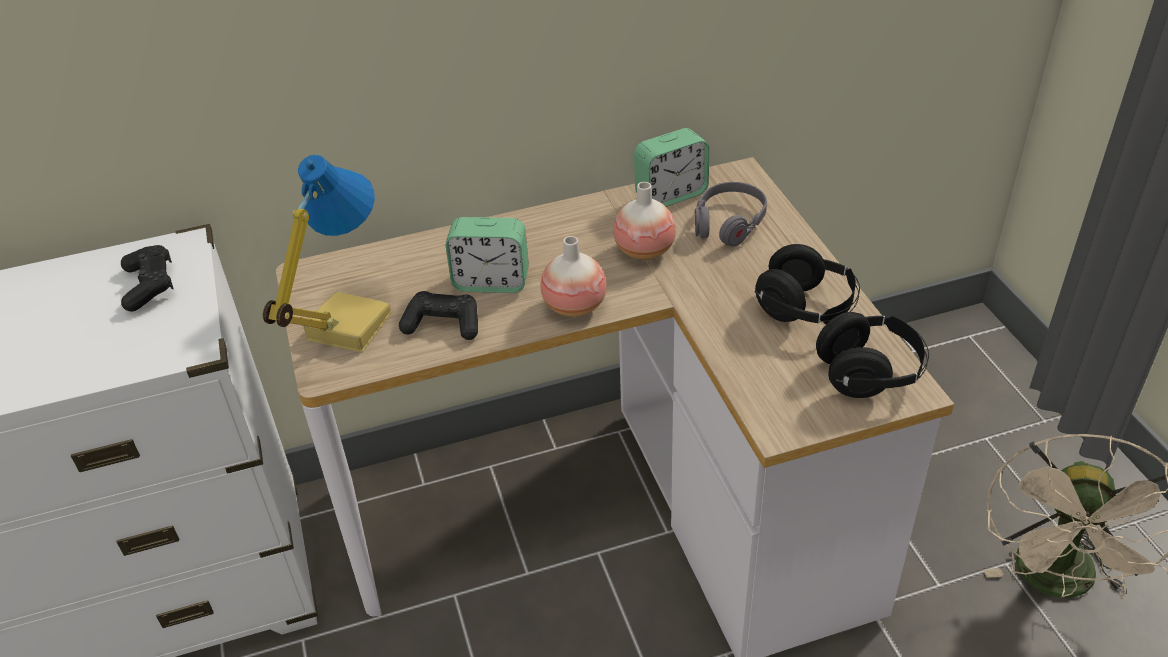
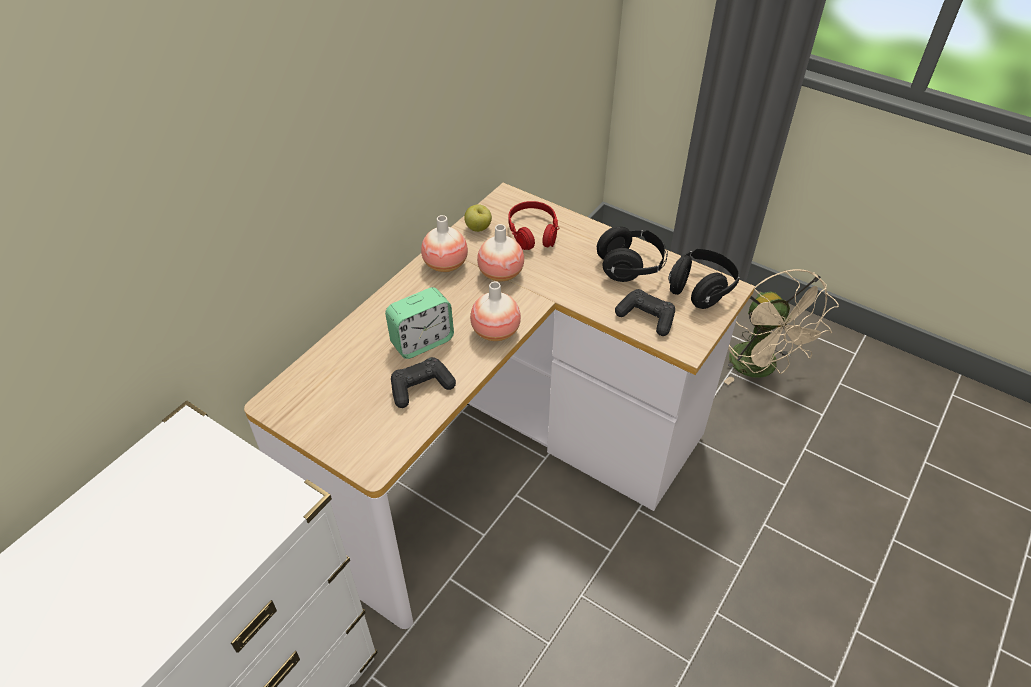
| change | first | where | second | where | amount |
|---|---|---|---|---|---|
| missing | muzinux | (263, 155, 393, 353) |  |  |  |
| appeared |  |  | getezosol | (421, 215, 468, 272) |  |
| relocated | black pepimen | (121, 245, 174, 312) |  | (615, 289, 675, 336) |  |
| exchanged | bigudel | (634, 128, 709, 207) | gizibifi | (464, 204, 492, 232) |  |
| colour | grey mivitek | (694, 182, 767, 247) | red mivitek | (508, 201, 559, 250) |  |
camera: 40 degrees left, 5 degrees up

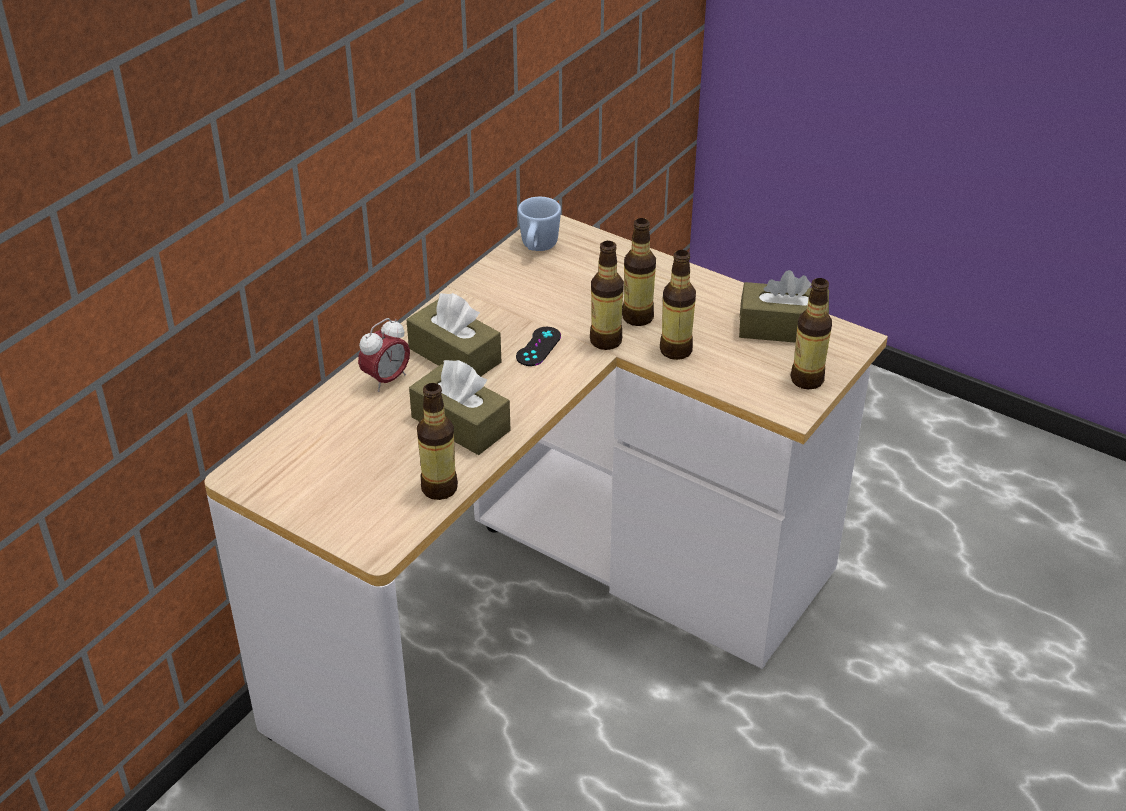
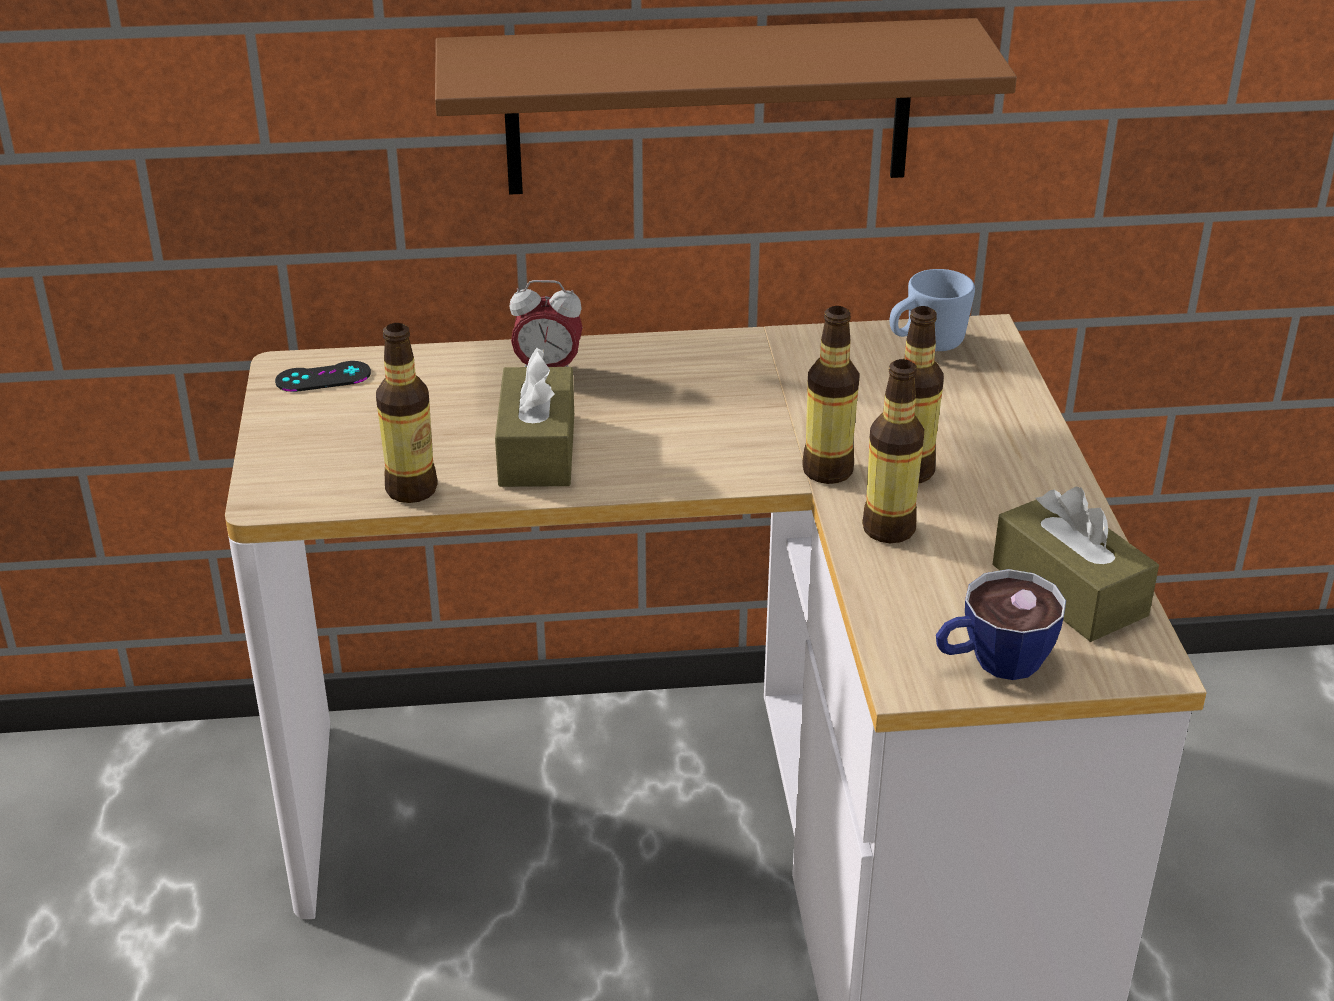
| change | first | where | second | where | amount |
|---|---|---|---|---|---|
| missing | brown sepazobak | (406, 293, 501, 376) |  |  |  |
| appeared |  |  | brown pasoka | (435, 18, 1017, 195) |  |
| relocated | black pepimen | (516, 327, 561, 366) |  | (275, 361, 371, 392) |  |
| exchanged | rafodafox | (791, 278, 832, 389) | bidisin | (936, 569, 1066, 680) |  |
camera: 50 degrees right, 5 degrees down

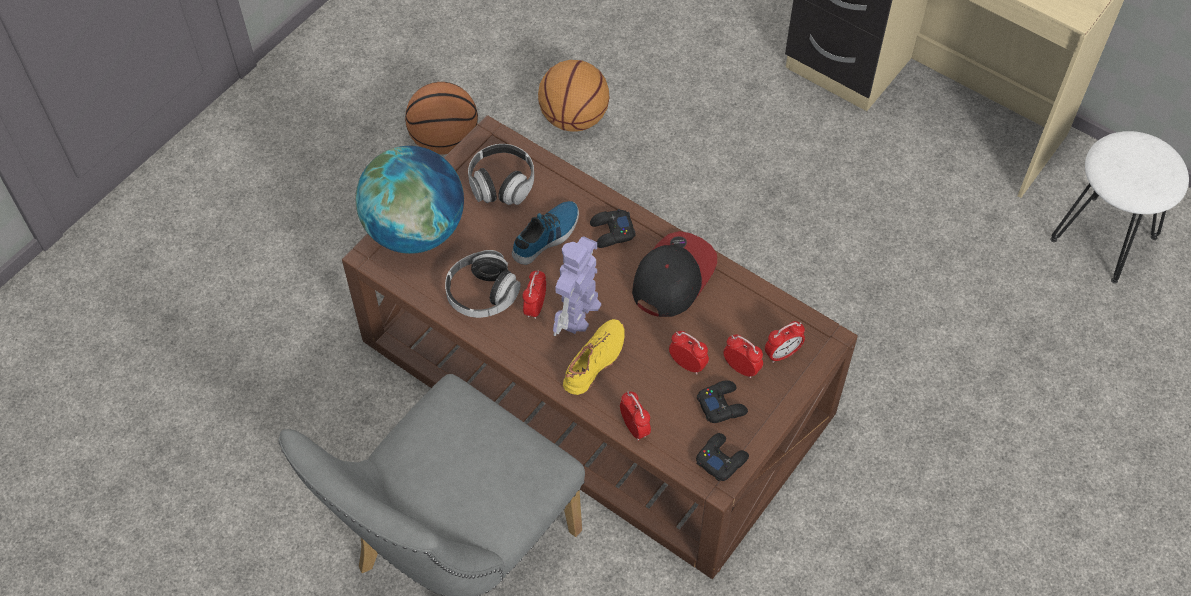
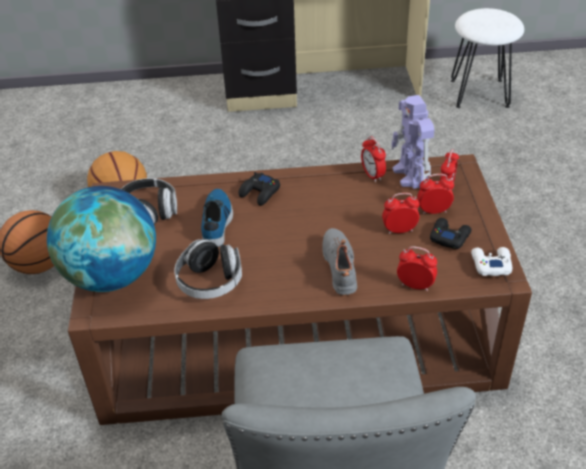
| change | first | where | second | where | amount |
|---|---|---|---|---|---|
| missing | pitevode | (632, 231, 717, 317) |  |  |  |
| relocated | bigudel | (522, 270, 546, 319) |  | (361, 136, 386, 182) |  |
| relocated | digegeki | (553, 236, 601, 336) |  | (391, 95, 434, 189) |  |
| colour | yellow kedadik | (563, 319, 625, 395) | grey kedadik | (322, 228, 357, 296) |  |
| colour | black pepimen | (696, 433, 749, 481) | white pepimen | (471, 247, 512, 276) |  |
camera: 40 degrees left, 15 degrees down

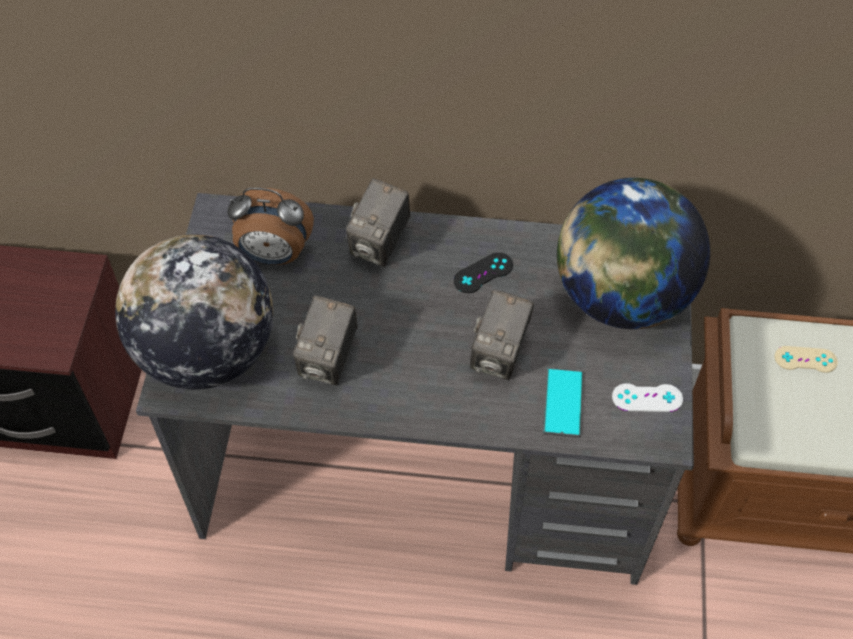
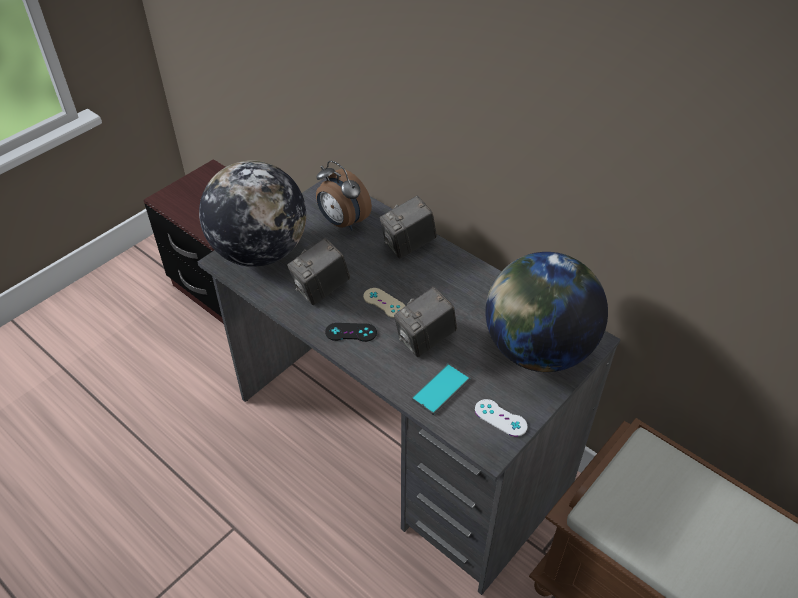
| change | first | where | second | where | amount |
|---|---|---|---|---|---|
| relocated | black pepimen | (454, 253, 513, 293) |  | (325, 323, 377, 342) |  |
| relocated | beige pepimen | (775, 346, 838, 373) |  | (363, 288, 405, 318) |  |
camera: 35 degrees right, 10 degrees down

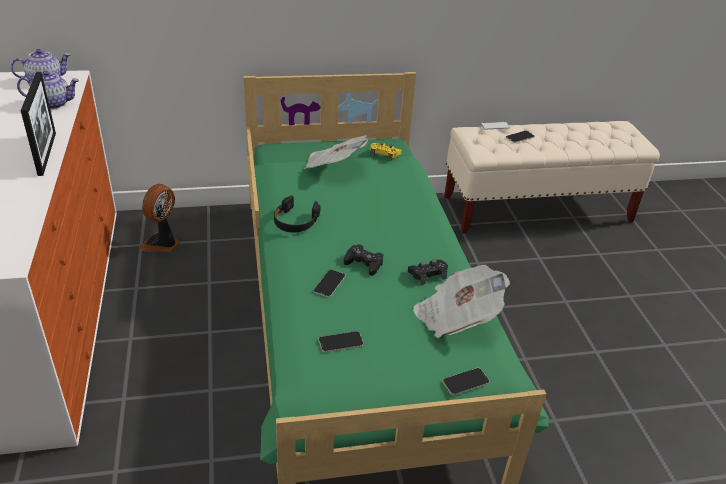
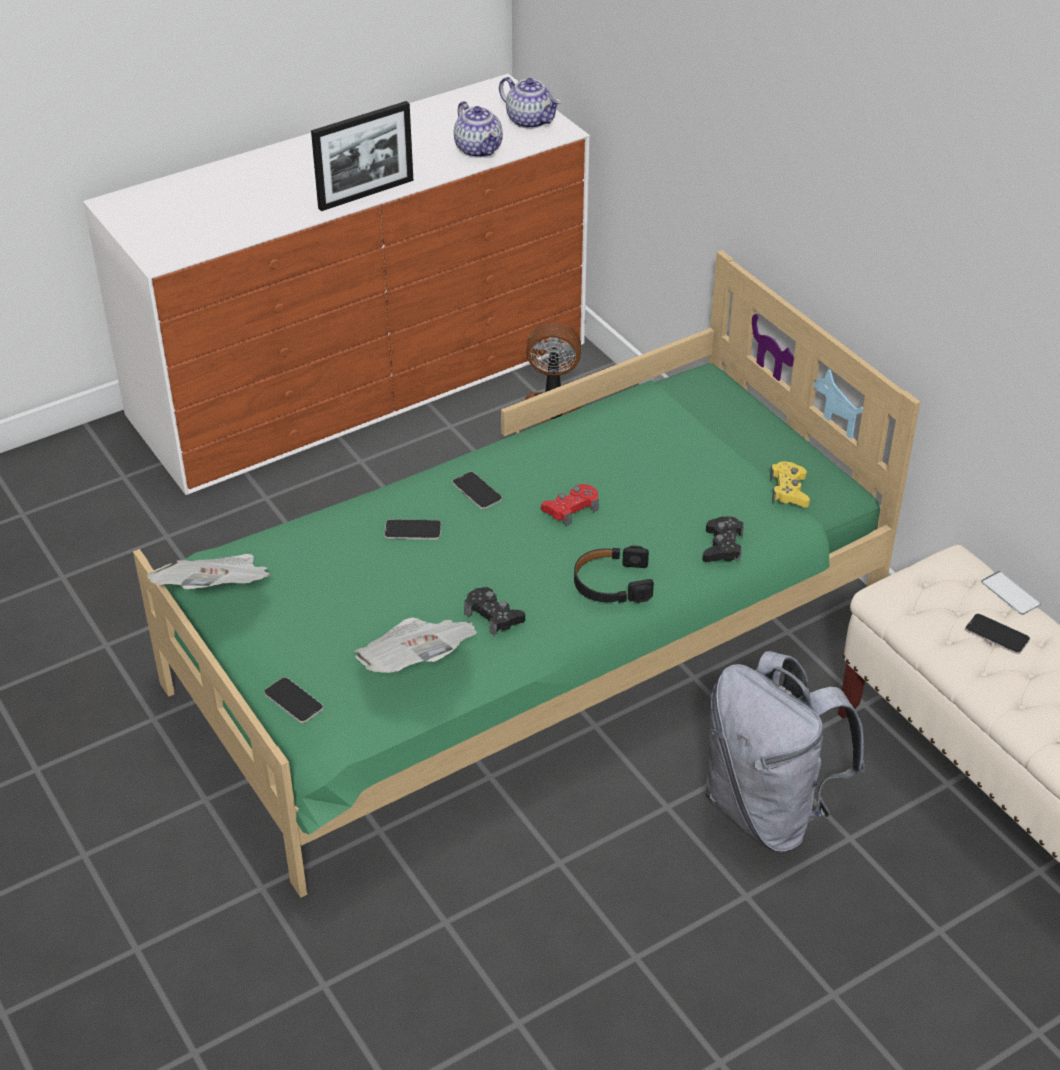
| change | first | where | second | where | amount |
|---|---|---|---|---|---|
| appeared |  |  | red pepimen | (541, 484, 599, 527) |  |
| appeared |  |  | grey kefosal | (705, 651, 865, 852) |  |
| relocated | black mivitek | (274, 196, 321, 233) |  | (574, 545, 654, 603) |  |
| relocated | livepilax | (304, 135, 368, 169) |  | (147, 554, 271, 589) |  |
| relocated | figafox | (319, 331, 364, 352) |  | (452, 472, 502, 509) |  |
| relocated | black pepimen | (344, 244, 383, 276) |  | (702, 516, 744, 562) |  |
camera: 70 degrees right, 5 degrees up

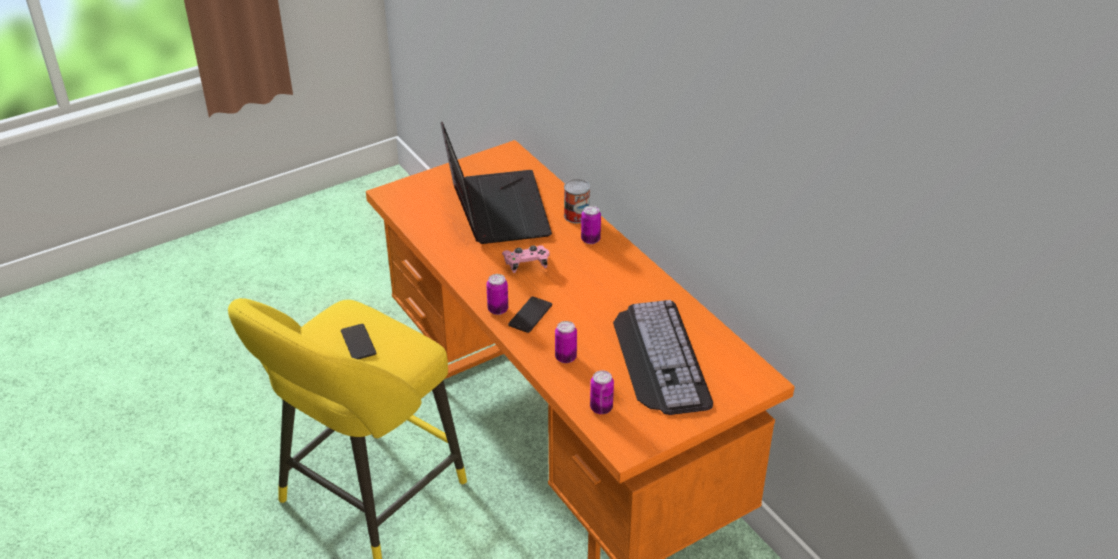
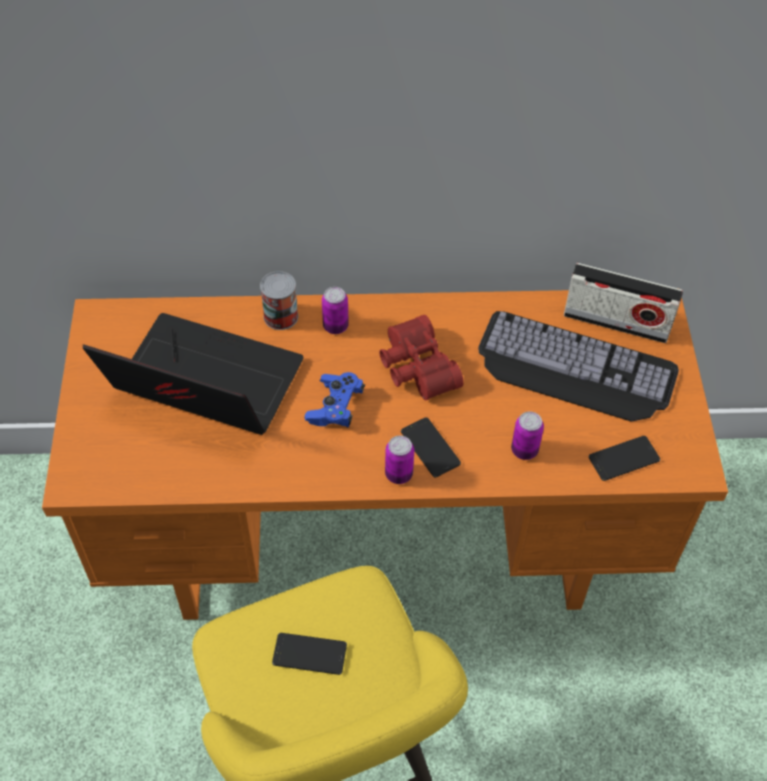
| change | first | where | second | where | amount |
|---|---|---|---|---|---|
| appeared |  |  | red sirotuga | (380, 315, 464, 400) |  |
| appeared |  |  | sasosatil | (564, 263, 683, 343) |  |
| exchanged | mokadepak | (590, 370, 614, 414) | figafox | (589, 436, 660, 481) |  |
| colour | pink pepimen | (502, 245, 549, 273) | blue pepimen | (305, 372, 365, 427) |  |
camera: 60 degrees left, 15 degrees up

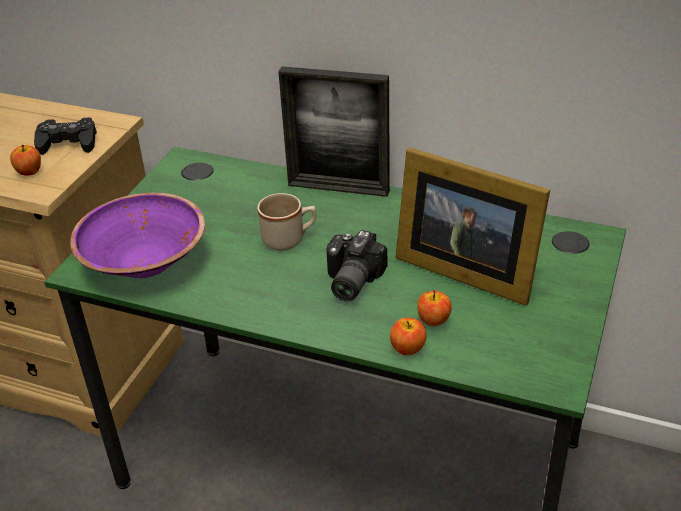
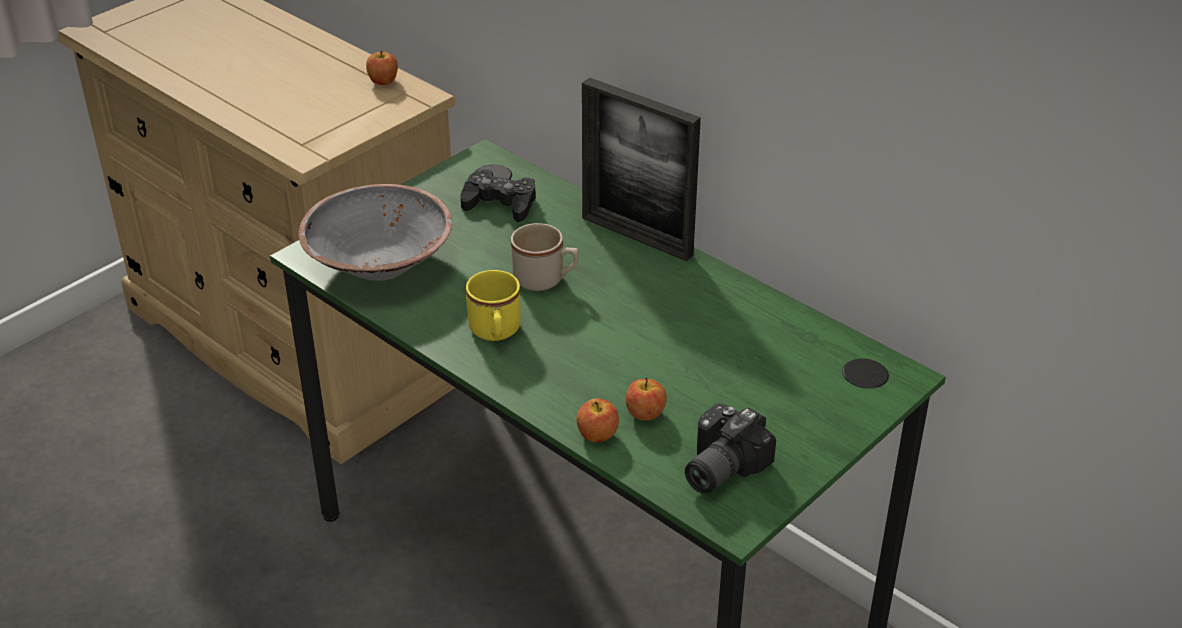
| change | first | where | second | where | amount |
|---|---|---|---|---|---|
| missing | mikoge | (395, 147, 550, 306) |  |  |  |
| appeared |  |  | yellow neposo | (466, 270, 520, 341) |  |
| relocated | gizibifi | (10, 145, 41, 176) |  | (366, 51, 398, 85) |  |
| relocated | black pepimen | (34, 117, 97, 155) |  | (460, 169, 536, 222) |  |
| relocated | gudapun | (326, 230, 387, 301) |  | (685, 404, 776, 494) |  |
| colour | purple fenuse | (70, 193, 205, 278) | grey fenuse | (298, 184, 452, 281) |  |
camera: 20 degrees right, 0 degrees up

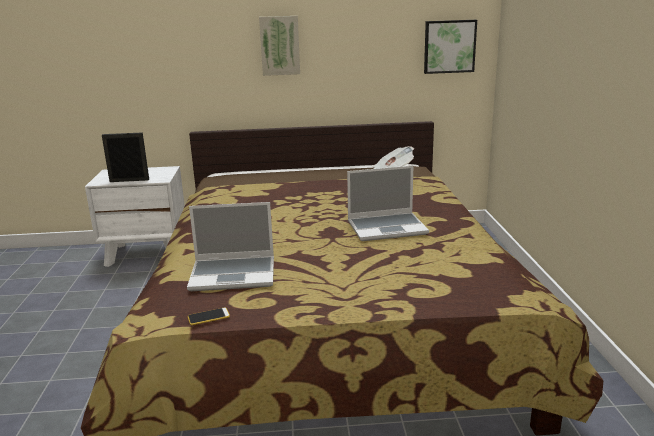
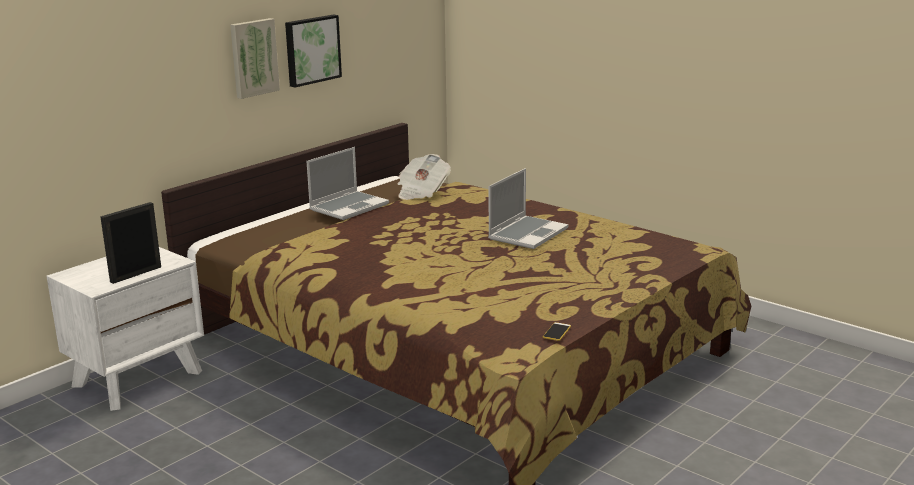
| change | first | where | second | where | amount |
|---|---|---|---|---|---|
| relocated | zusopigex | (187, 202, 274, 291) |  | (307, 147, 389, 220) |  |
| relocated | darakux | (424, 20, 477, 74) |  | (285, 15, 342, 87) |  |
camera: 45 degrees left, 0 degrees up

